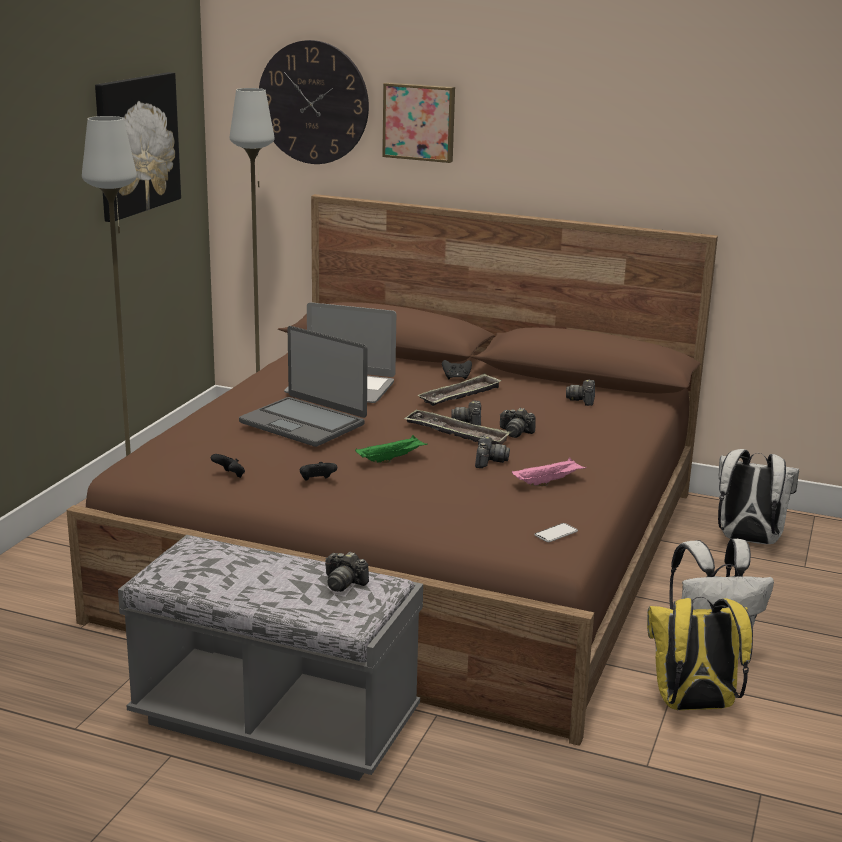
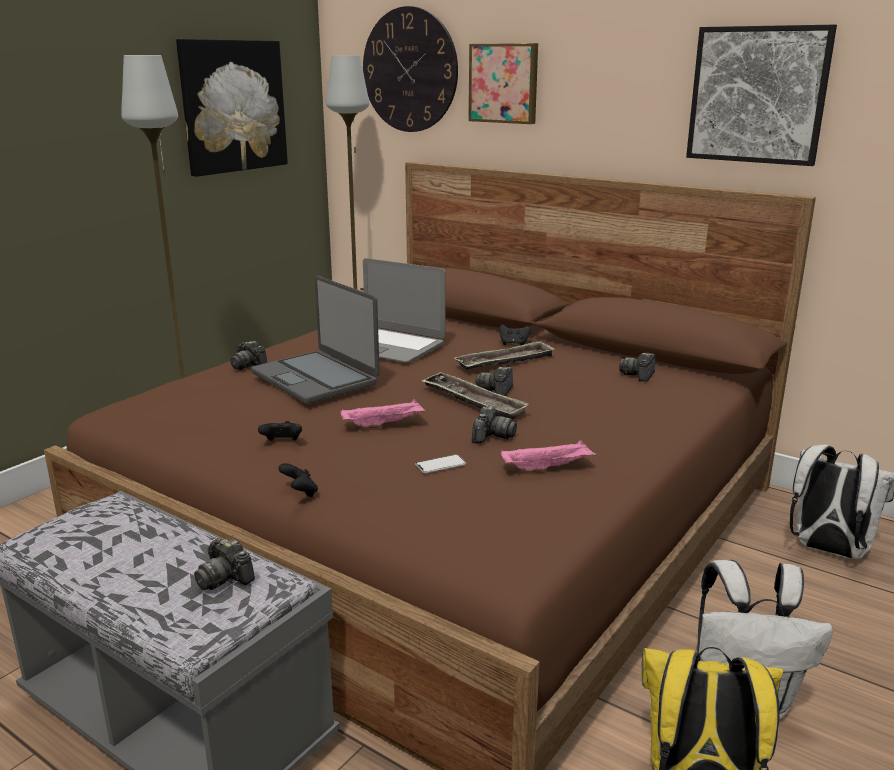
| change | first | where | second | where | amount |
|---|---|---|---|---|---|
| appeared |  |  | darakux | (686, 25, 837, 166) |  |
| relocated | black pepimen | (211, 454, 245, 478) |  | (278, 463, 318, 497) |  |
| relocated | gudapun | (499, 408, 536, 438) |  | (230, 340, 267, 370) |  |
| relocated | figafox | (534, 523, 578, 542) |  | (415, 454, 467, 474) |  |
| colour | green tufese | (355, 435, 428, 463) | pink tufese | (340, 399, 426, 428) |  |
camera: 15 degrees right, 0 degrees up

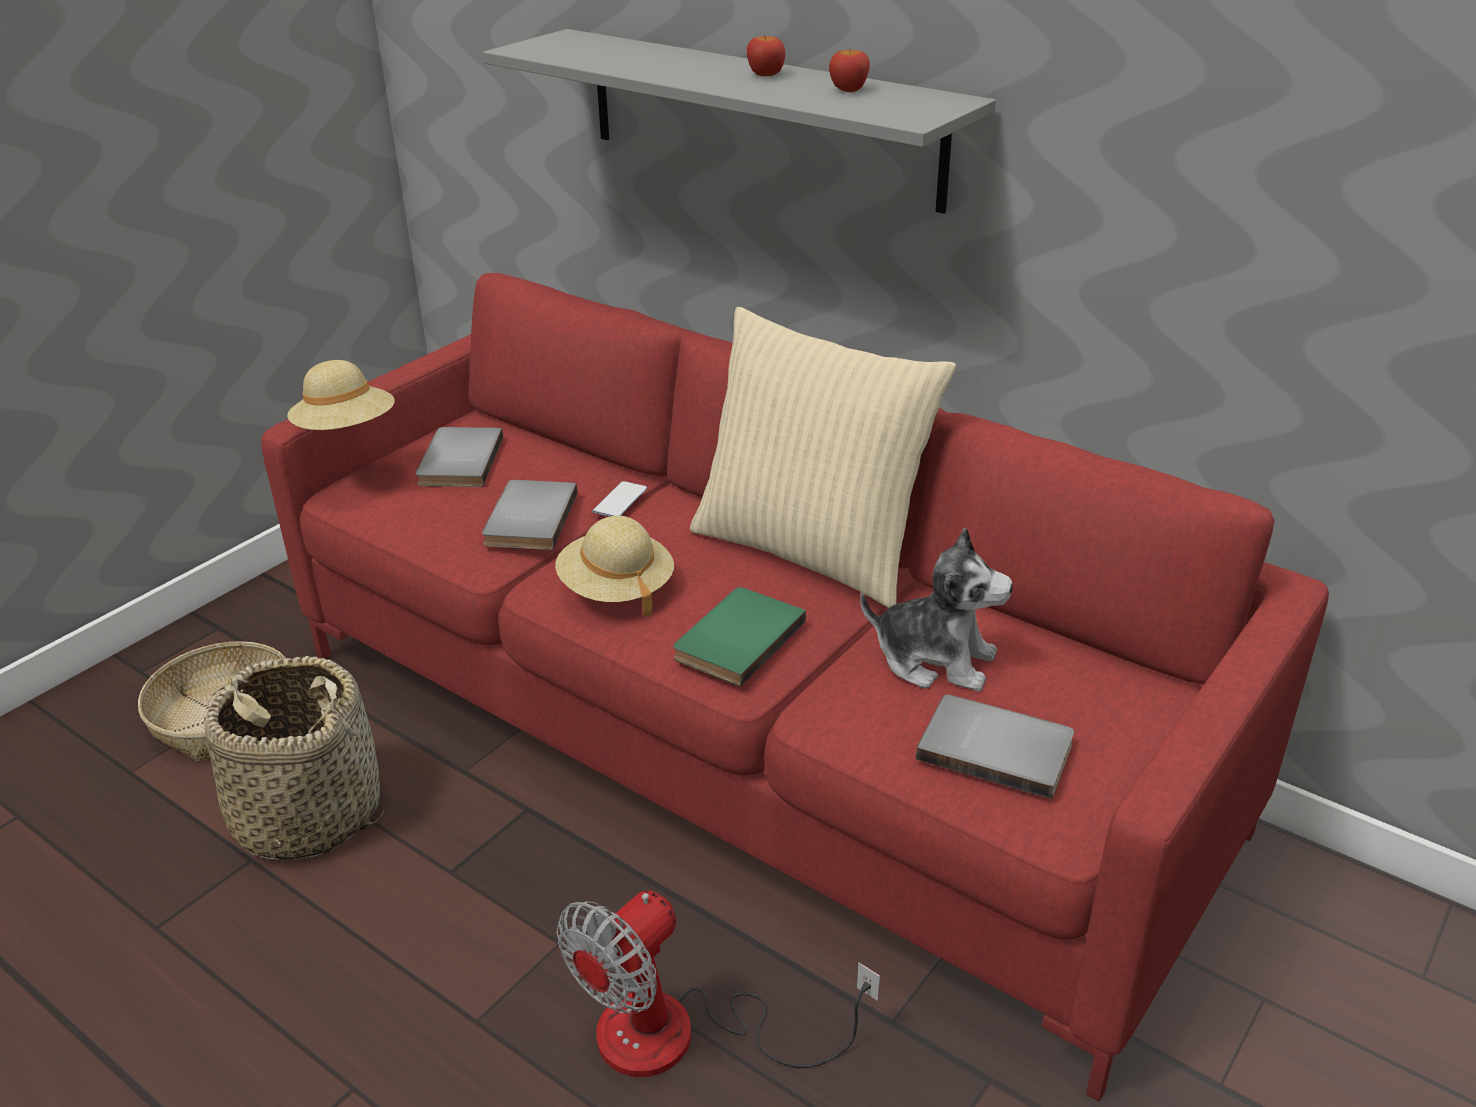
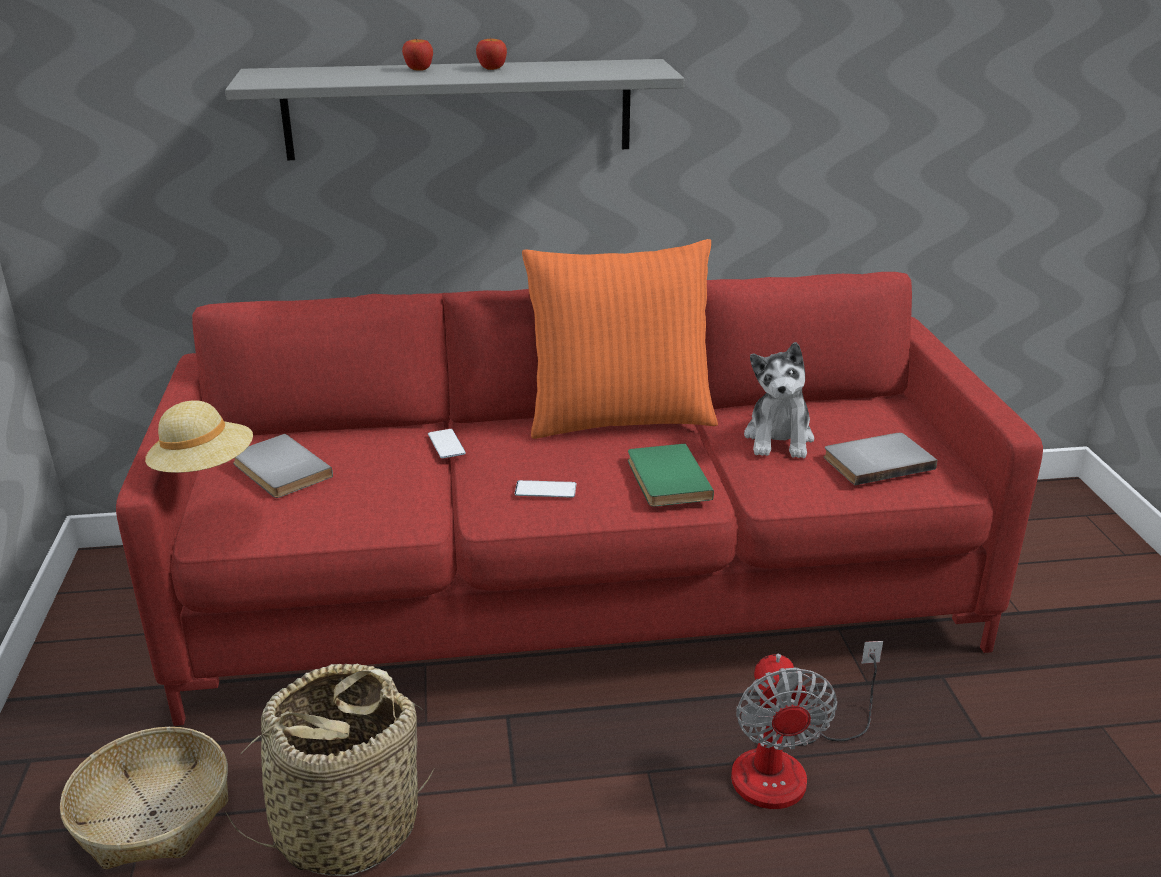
| change | first | where | second | where | amount |
|---|---|---|---|---|---|
| missing | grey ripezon | (482, 480, 577, 550) |  |  |  |
| relocated | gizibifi | (829, 49, 870, 92) |  | (402, 39, 433, 71) |  |
| exchanged | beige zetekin | (555, 516, 674, 616) | figafox | (515, 480, 576, 498) |  |
| colour | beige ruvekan | (690, 307, 956, 608) | orange ruvekan | (522, 239, 718, 439) |  |
| spun | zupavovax | (860, 527, 1013, 692) |  | (744, 342, 814, 458) | 120 degrees clockwise |
camera: 45 degrees left, 5 degrees down

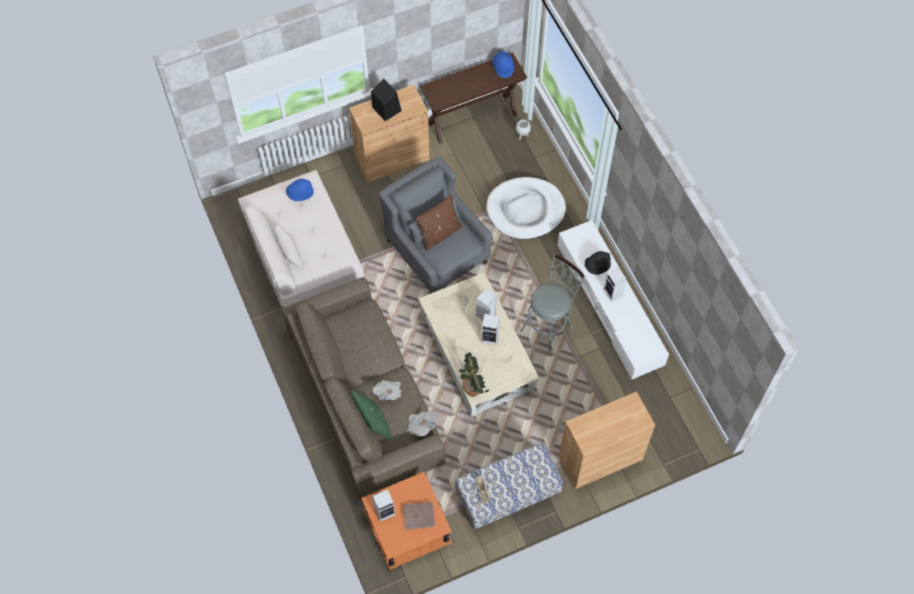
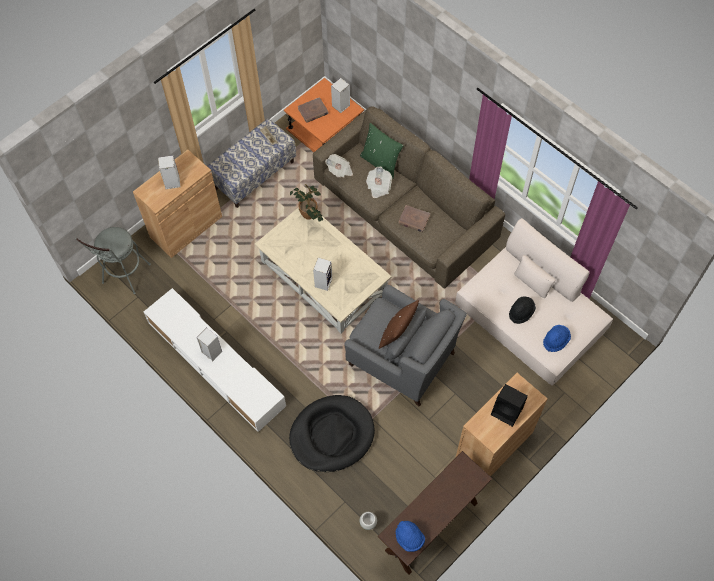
| change | first | where | second | where | amount |
|---|---|---|---|---|---|
| appeared |  |  | brown ripezon | (398, 205, 430, 232) |  |
| relocated | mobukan | (481, 314, 500, 345) |  | (158, 155, 180, 189) |  |
| relocated | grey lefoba | (520, 254, 585, 354) |  | (75, 227, 151, 294) |  |
| relocated | black zetekin | (585, 251, 611, 275) |  | (509, 297, 536, 324) |  |
| colour | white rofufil | (486, 177, 566, 239) | black rofufil | (289, 395, 375, 472) |  |
camera: 160 degrees right, 0 degrees up

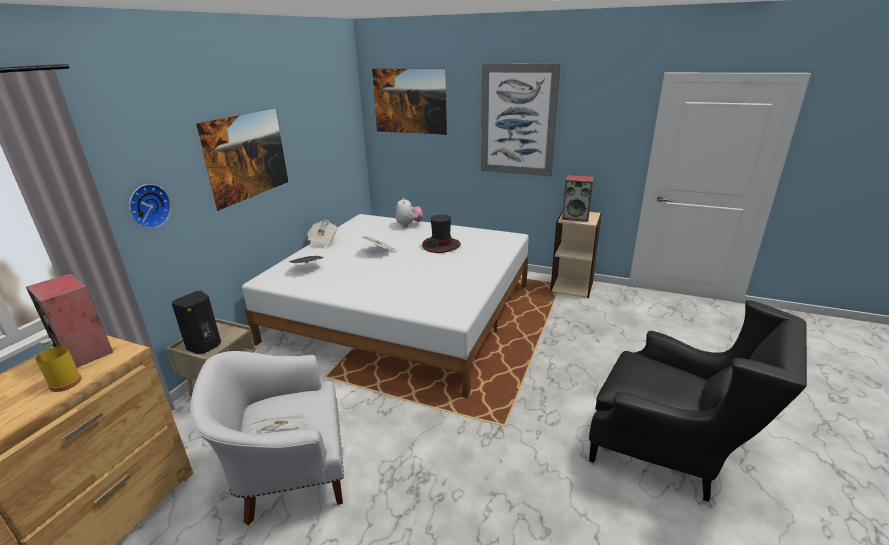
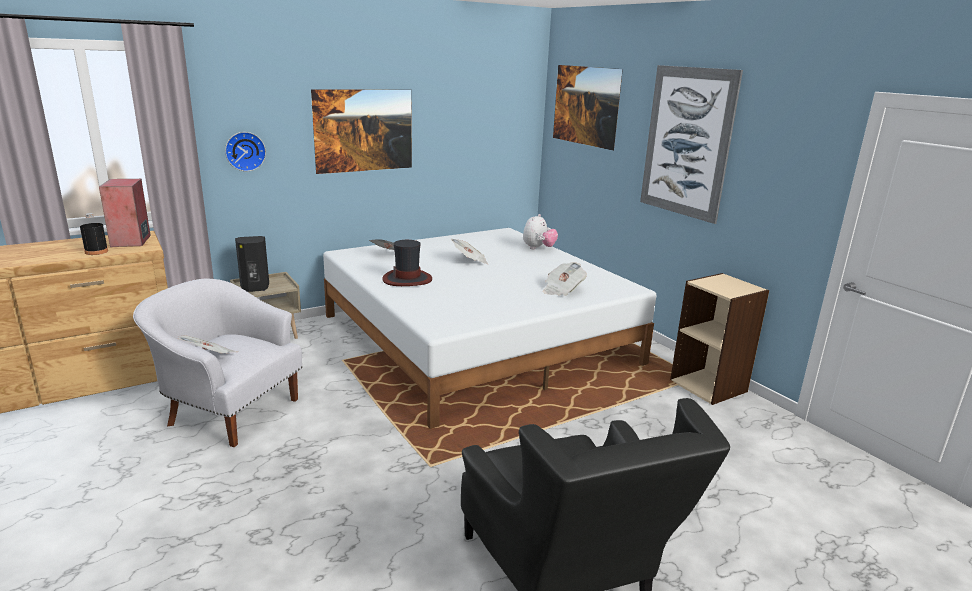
| change | first | where | second | where | amount |
|---|---|---|---|---|---|
| missing | mobukan | (562, 175, 594, 222) |  |  |  |
| relocated | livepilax | (307, 220, 337, 249) |  | (543, 262, 587, 296) |  |
| relocated | zetekin | (422, 215, 461, 253) |  | (382, 240, 432, 286) |  |
| colour | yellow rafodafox | (35, 338, 82, 392) | black rafodafox | (80, 213, 108, 255) |  |
camera: 35 degrees right, 5 degrees down

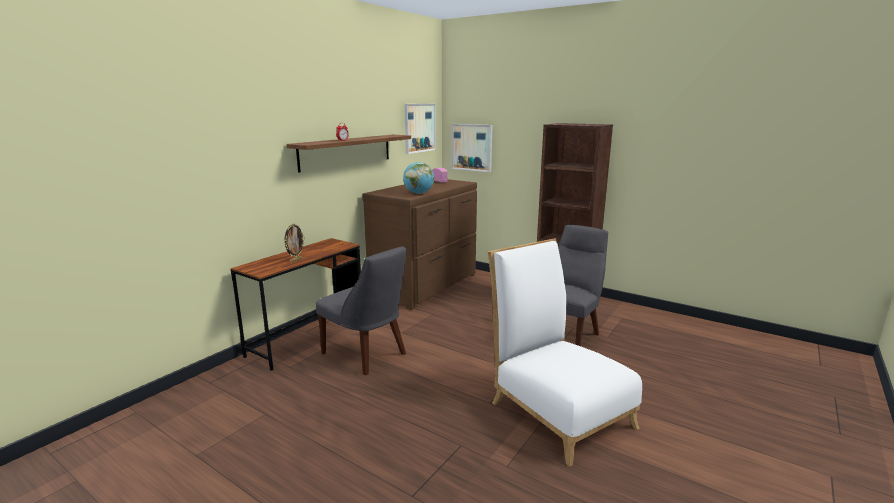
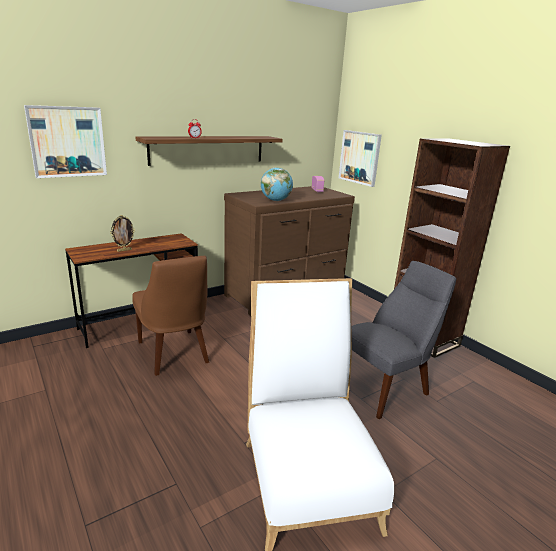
| change | first | where | second | where | amount |
|---|---|---|---|---|---|
| relocated | darakux | (404, 104, 436, 154) |  | (24, 105, 107, 178) |  |
| colour | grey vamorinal | (316, 246, 406, 376) | brown vamorinal | (132, 256, 209, 376) |  |
camera: 20 degrees right, 5 degrees up

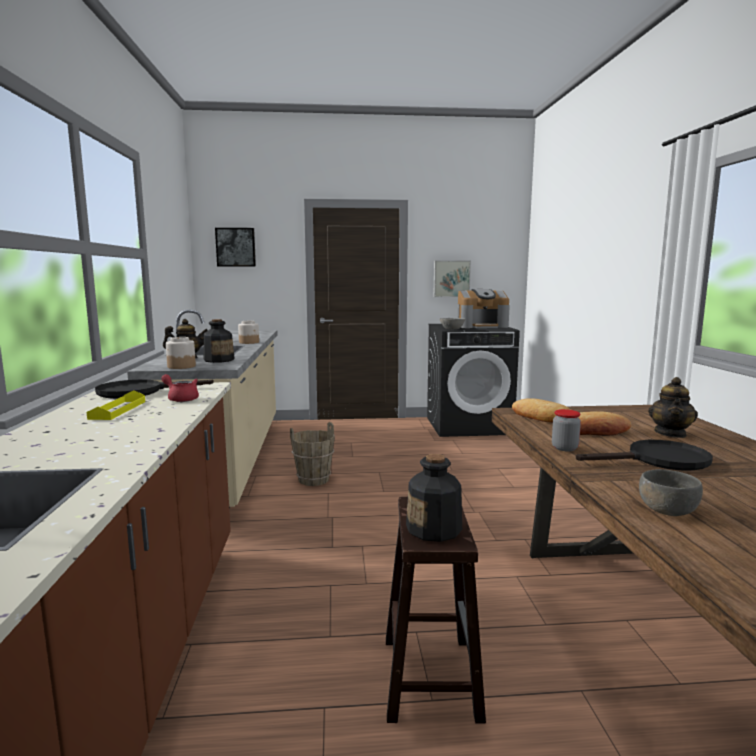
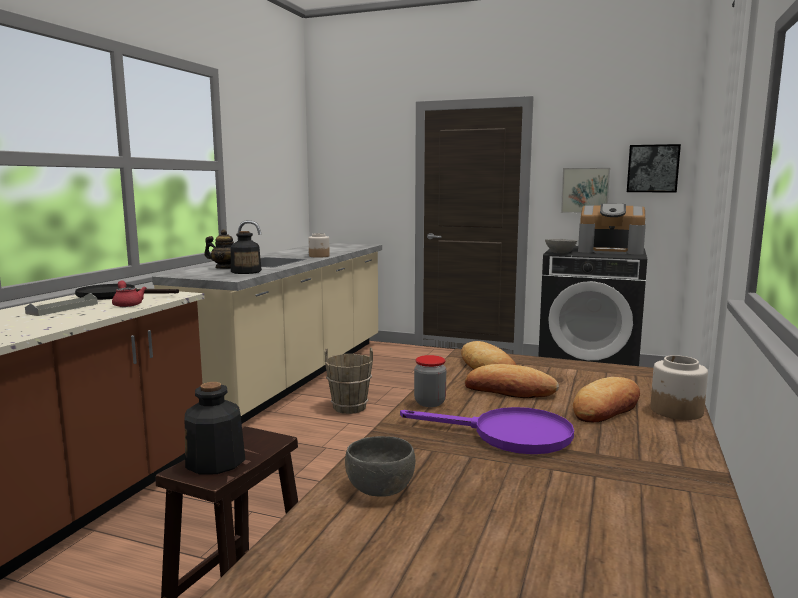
| change | first | where | second | where | amount |
|---|---|---|---|---|---|
| relocated | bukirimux | (166, 337, 196, 369) |  | (650, 355, 708, 420) |  |
| relocated | darakux | (215, 228, 256, 267) |  | (627, 144, 681, 193) |  |
| exchanged | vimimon | (648, 377, 698, 438) | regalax | (573, 377, 640, 422) |  |
| colour | yellow tufese | (87, 390, 145, 420) | grey tufese | (25, 293, 98, 316) |  |
| colour | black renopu | (576, 440, 713, 470) | purple renopu | (400, 407, 574, 454) |  |
camera: 25 degrees right, 0 degrees up

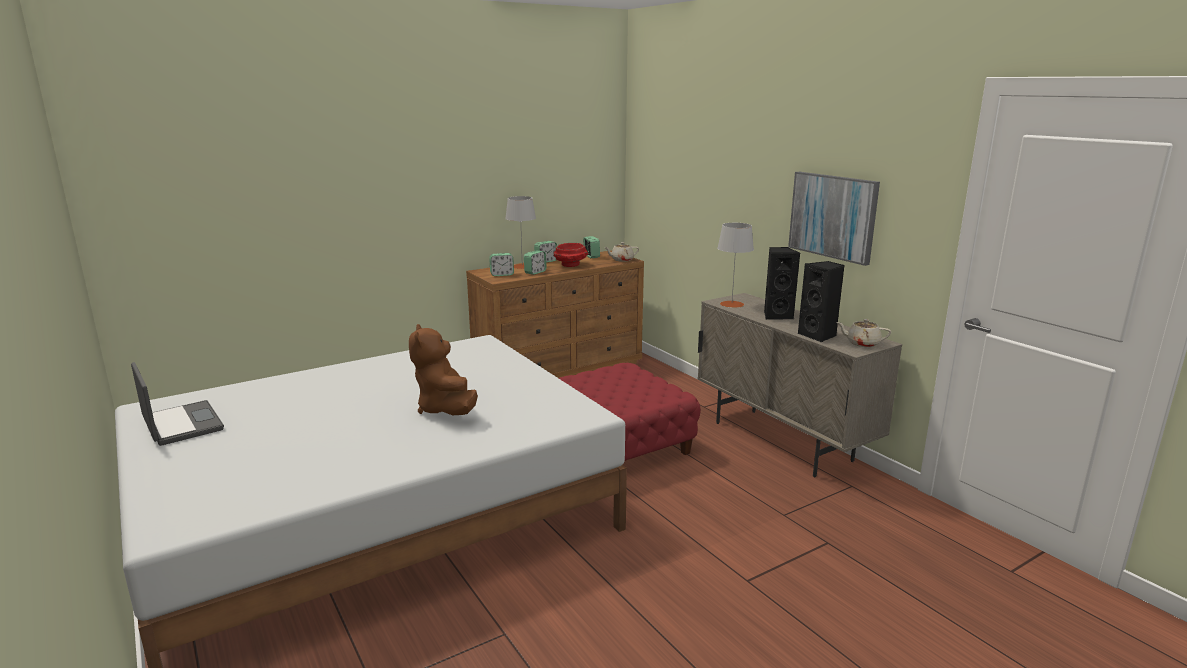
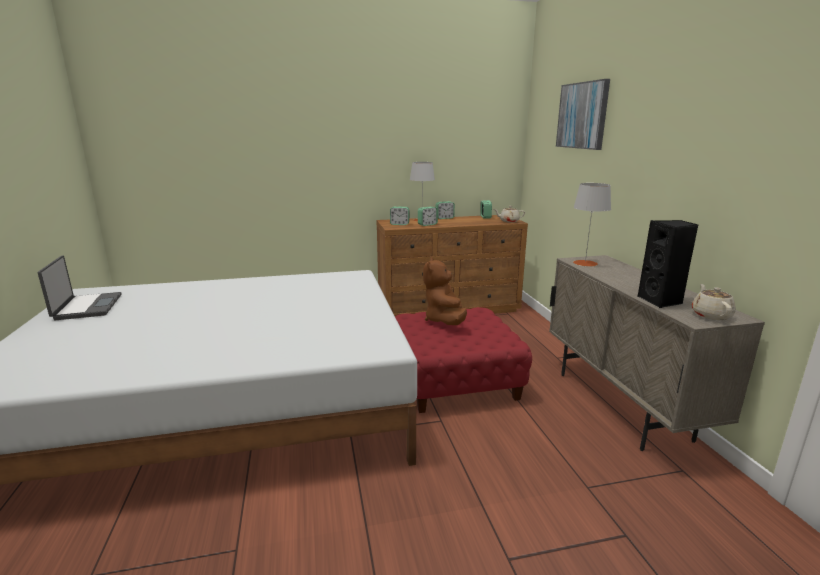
| change | first | where | second | where | amount |
|---|---|---|---|---|---|
| missing | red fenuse | (554, 243, 588, 267) |  |  |  |
| missing | black mobukan | (764, 247, 800, 320) |  |  |  |
| relocated | brown zupavovax | (409, 324, 478, 416) |  | (423, 257, 467, 325) |  |
| relocated | darakux | (788, 172, 880, 266) |  | (556, 79, 610, 150) |  |
| spun | beige vimimon | (836, 319, 891, 347) |  | (692, 284, 736, 320) | 60 degrees clockwise |
camera: 20 degrees right, 0 degrees up

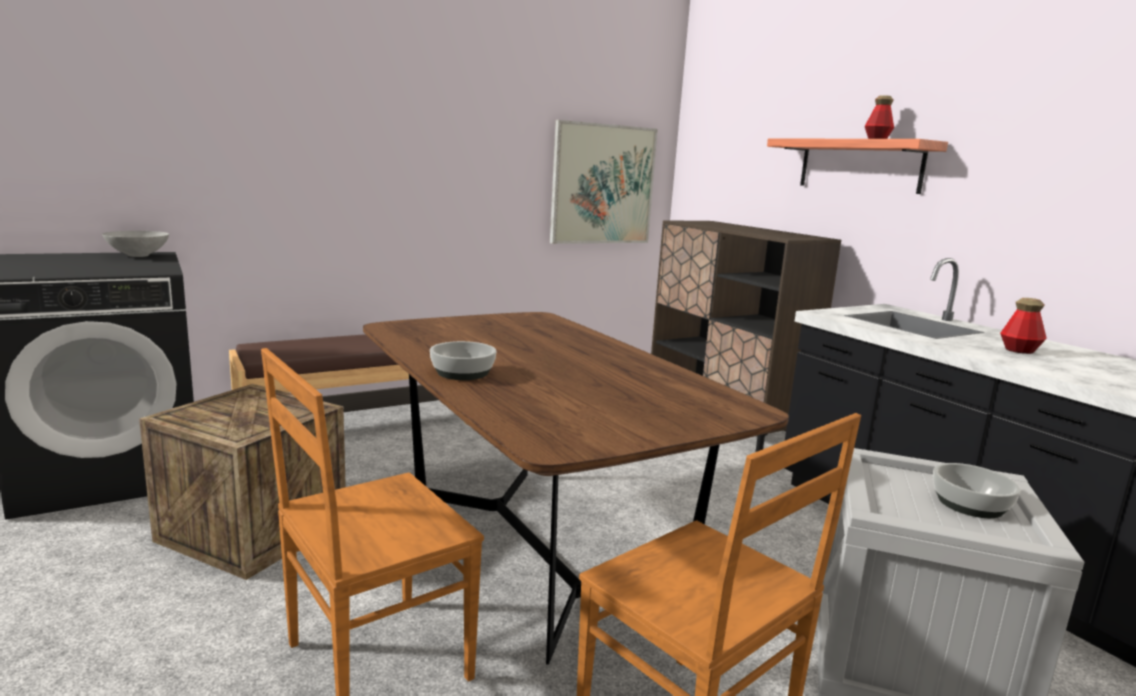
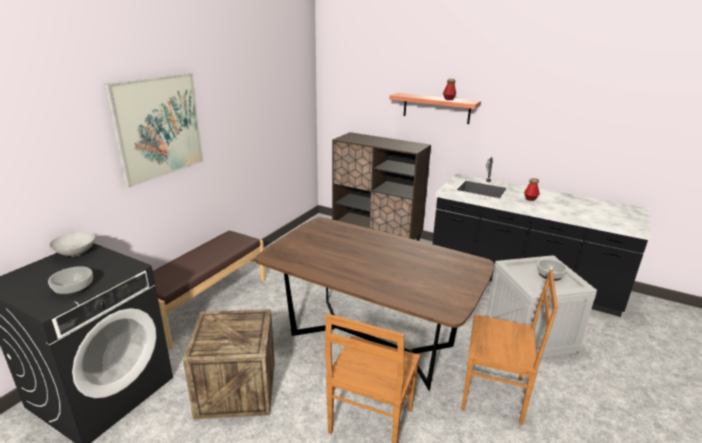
| change | first | where | second | where | amount |
|---|---|---|---|---|---|
| relocated | fenuse | (430, 341, 496, 380) |  | (48, 266, 93, 296) |  |
| relocated | darakux | (550, 120, 658, 244) |  | (105, 73, 203, 188) |  |
camera: 30 degrees left, 10 degrees up

